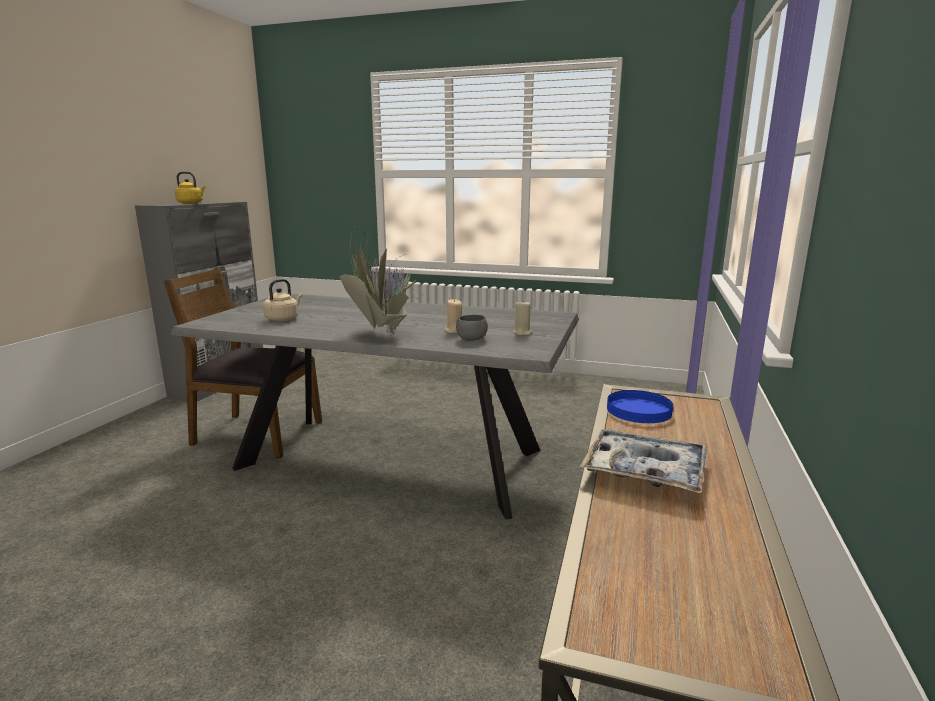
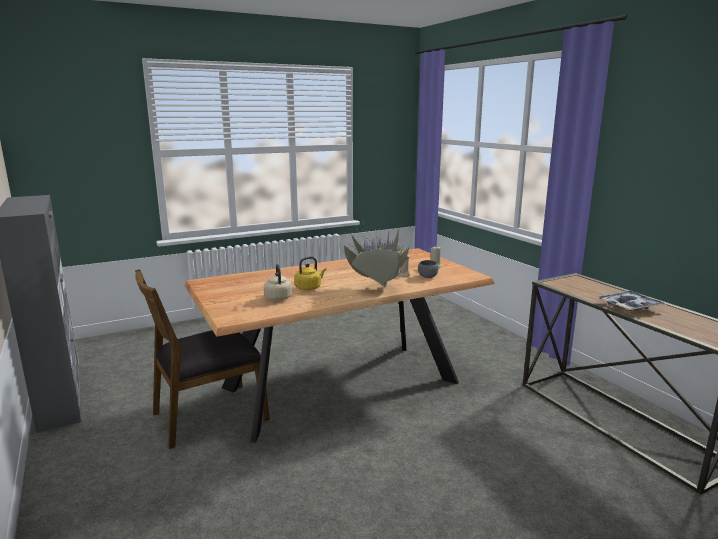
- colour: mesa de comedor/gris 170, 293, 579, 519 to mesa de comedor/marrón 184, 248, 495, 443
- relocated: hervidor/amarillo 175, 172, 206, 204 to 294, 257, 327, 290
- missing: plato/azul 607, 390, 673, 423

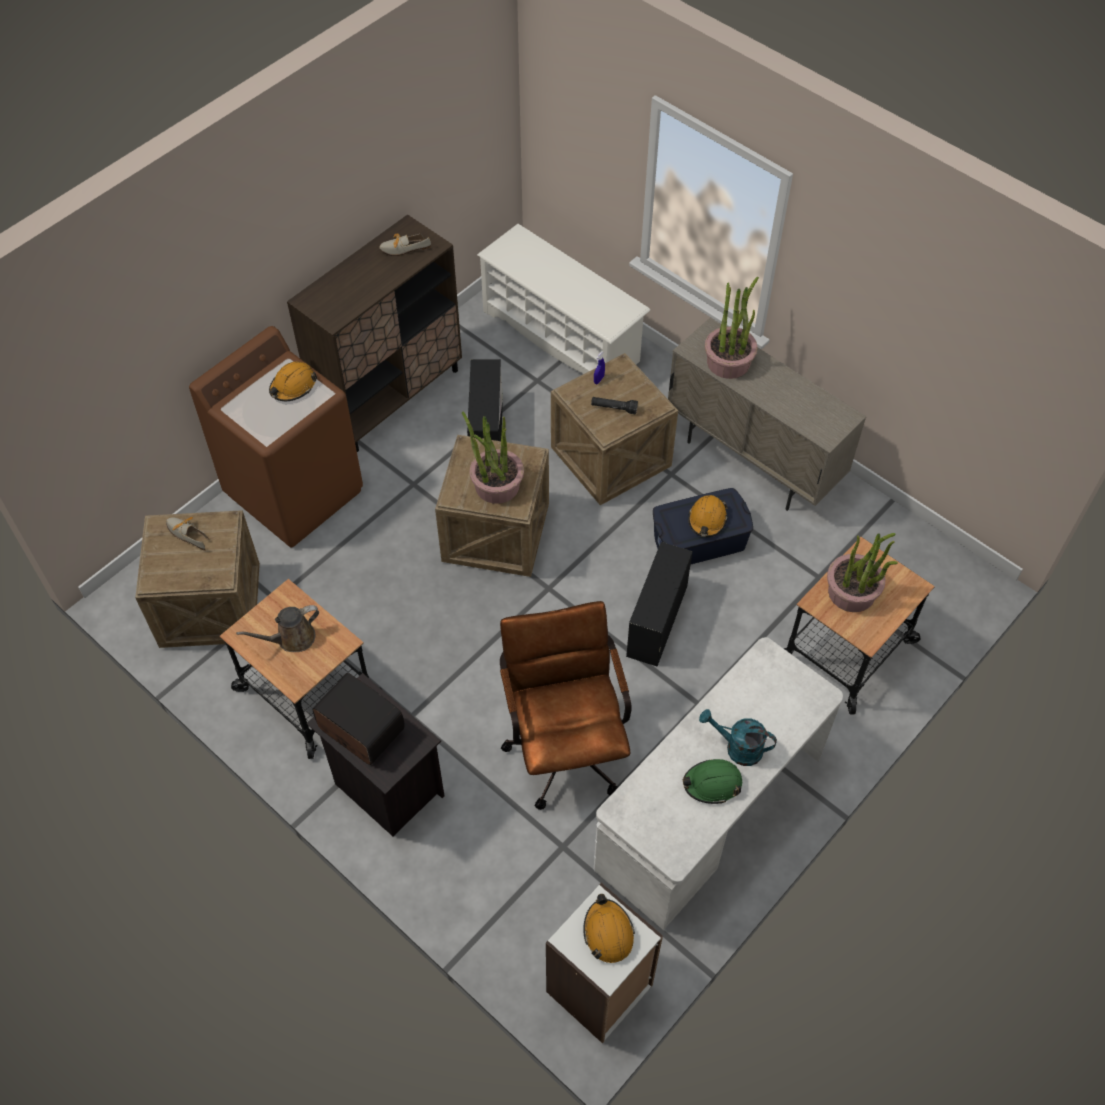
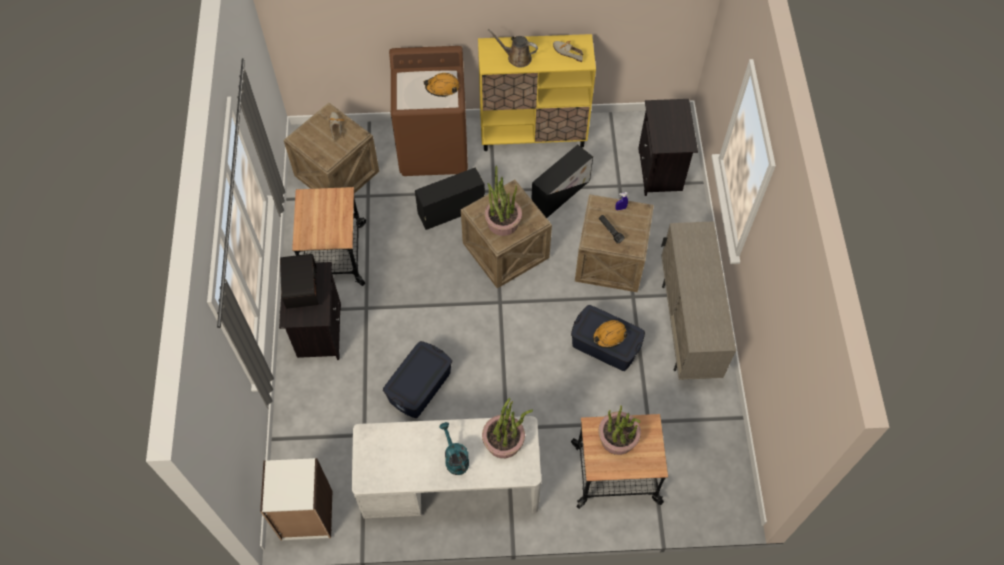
- relocated: regadera/marrón 236, 605, 319, 652 to 488, 29, 538, 68
- colour: armario/marrón 287, 214, 462, 452 to armario/amarillo 478, 34, 596, 151
- exchanged: zapatero/blanco 477, 224, 650, 374 to mesita de noche/negro 638, 99, 698, 196
- exchanged: silla de oficina/marrón 500, 601, 632, 810 to caja de almacenaje/azul 383, 341, 452, 418
- missing: casco/naranja 583, 894, 635, 963
- relocated: caja de almacenaje/negro 626, 542, 693, 667 to 415, 167, 485, 230
- missing: casco/verde 682, 759, 742, 804
- relocated: planta en maceta 705, 277, 759, 379 to 482, 398, 533, 458

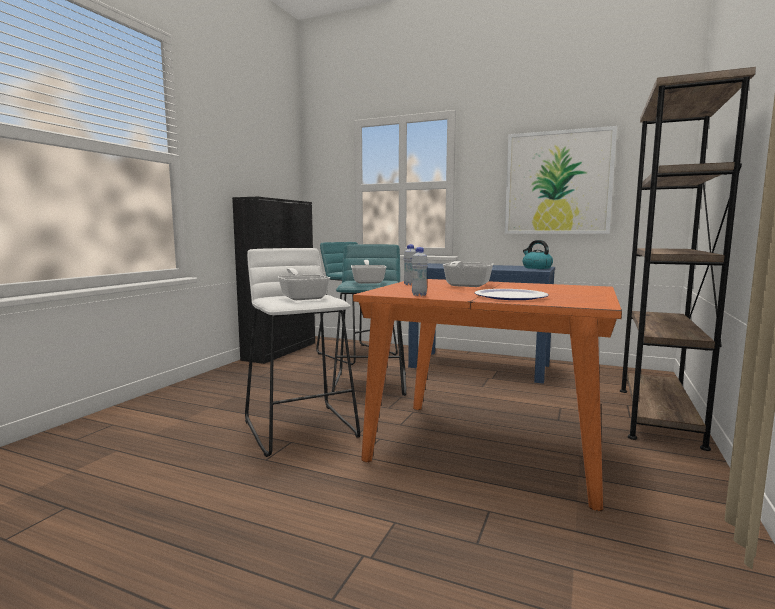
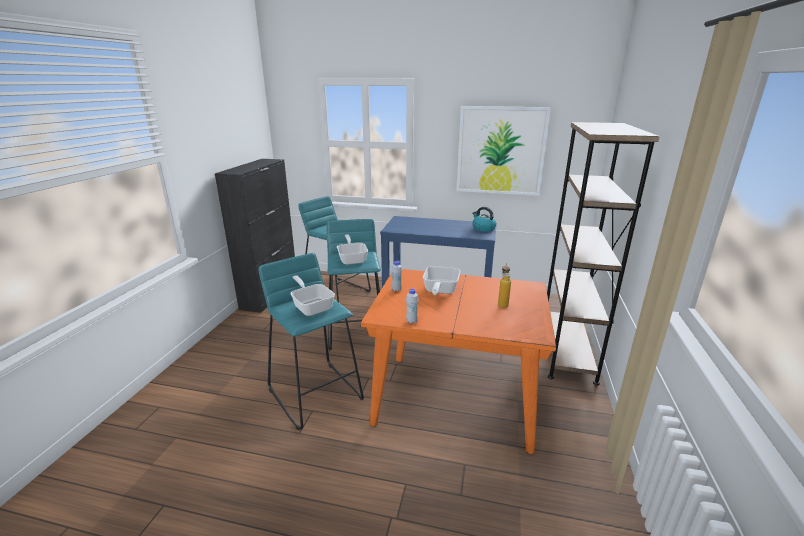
- colour: taburete/blanco 245, 248, 360, 457 to taburete/turquesa 258, 253, 364, 430
- missing: plato 475, 289, 549, 300
- appeared: botella 498, 263, 511, 308

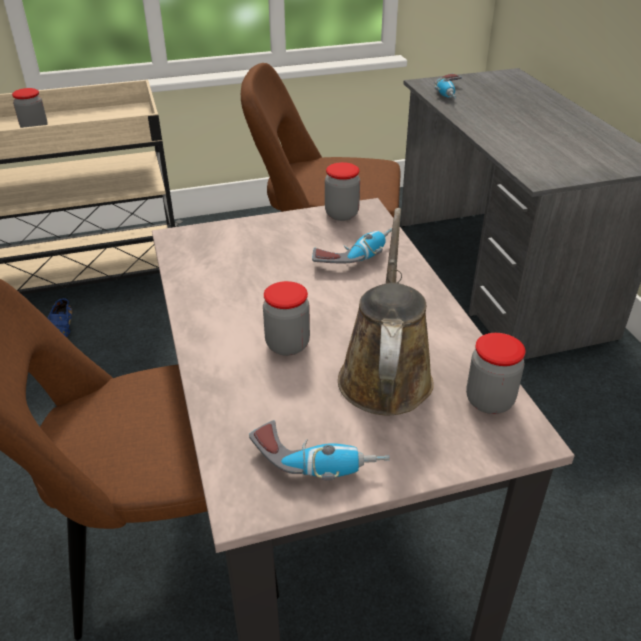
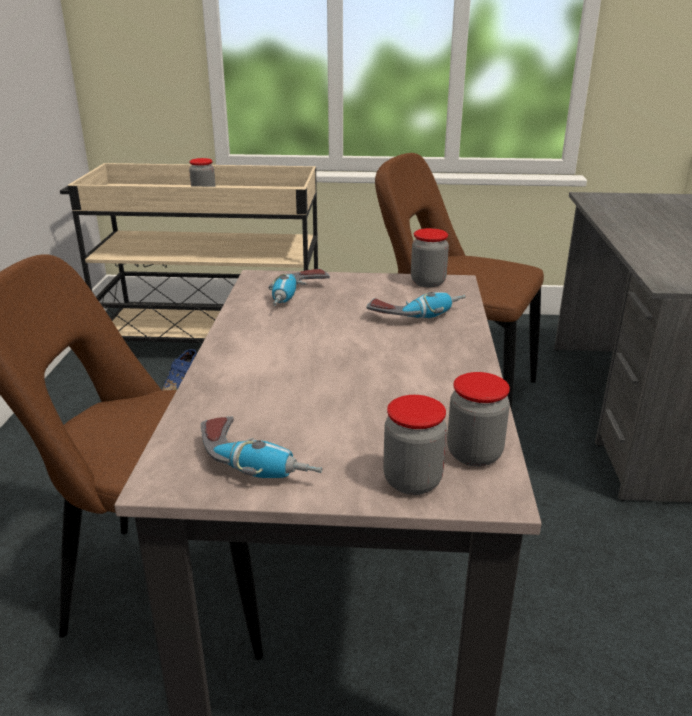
- relocated: tarro 263, 281, 310, 356 to 383, 395, 447, 495
- missing: regadera/marrón 338, 208, 434, 415
- relocated: taladro 435, 74, 462, 98 to 269, 269, 330, 306

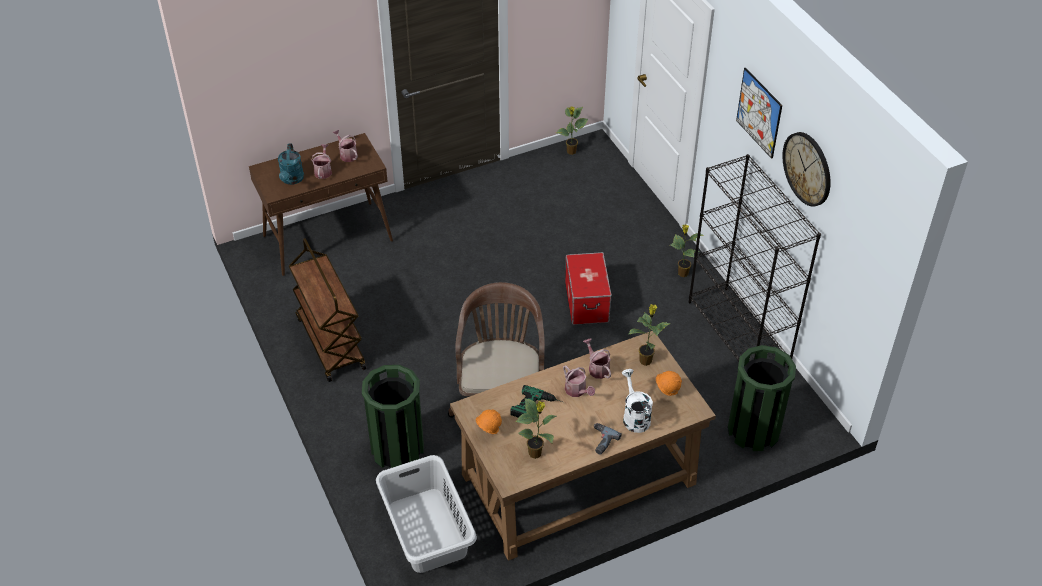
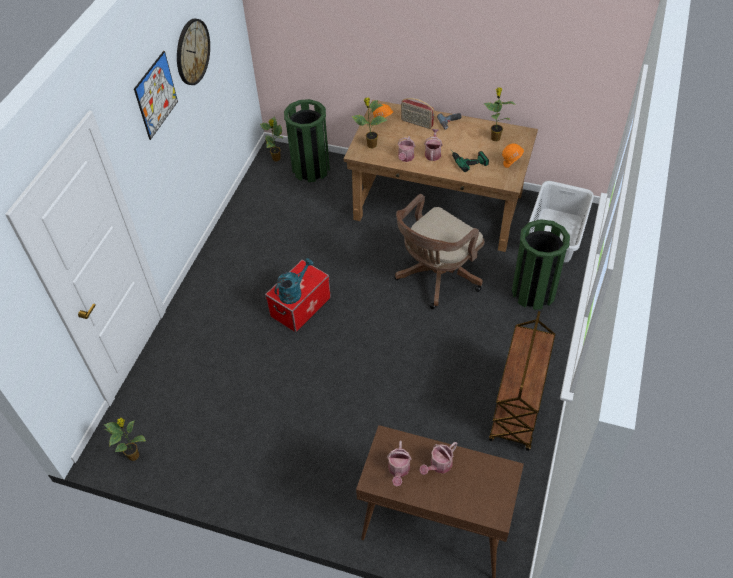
- relocated: regadera/turquesa 278, 144, 304, 185 to 274, 258, 314, 304
- exchanged: regadera/blanco 622, 369, 653, 433 to radio 401, 98, 434, 129
- relocated: planta en maceta 670, 224, 703, 277 to 260, 116, 284, 161
- missing: estantería/negro 689, 154, 821, 368

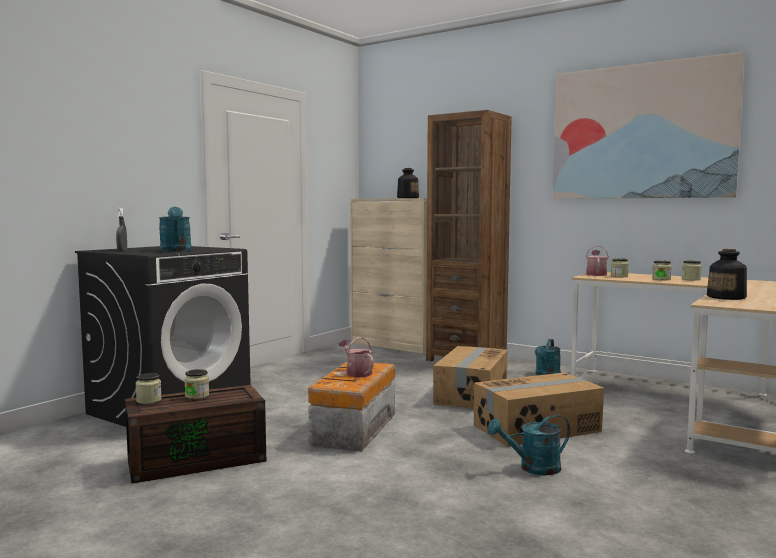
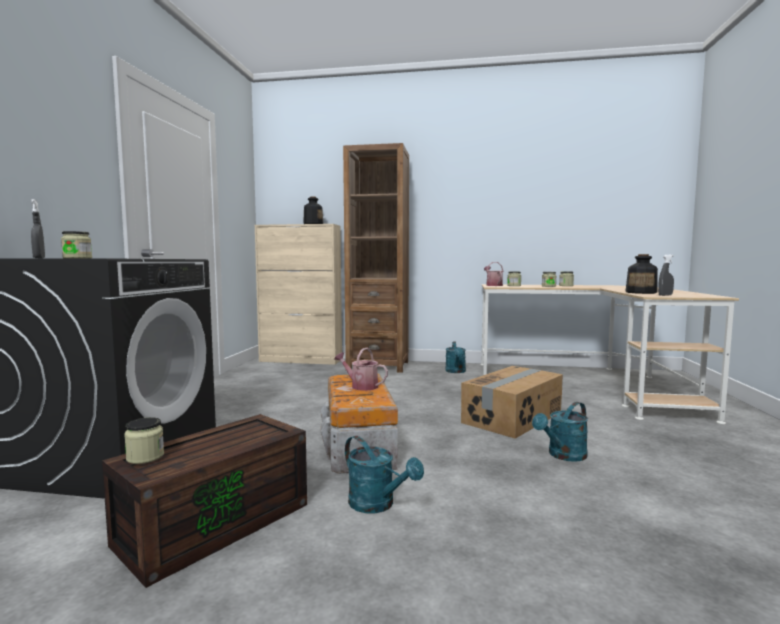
- relocated: regadera/turquesa 159, 207, 192, 252 to 345, 436, 424, 513
- relocated: tarro 184, 369, 209, 399 to 61, 231, 92, 258
- missing: caja de cartón 433, 346, 508, 409
- missing: cuadro 553, 51, 745, 199
- appeared: pulverizador/gris 658, 255, 674, 296

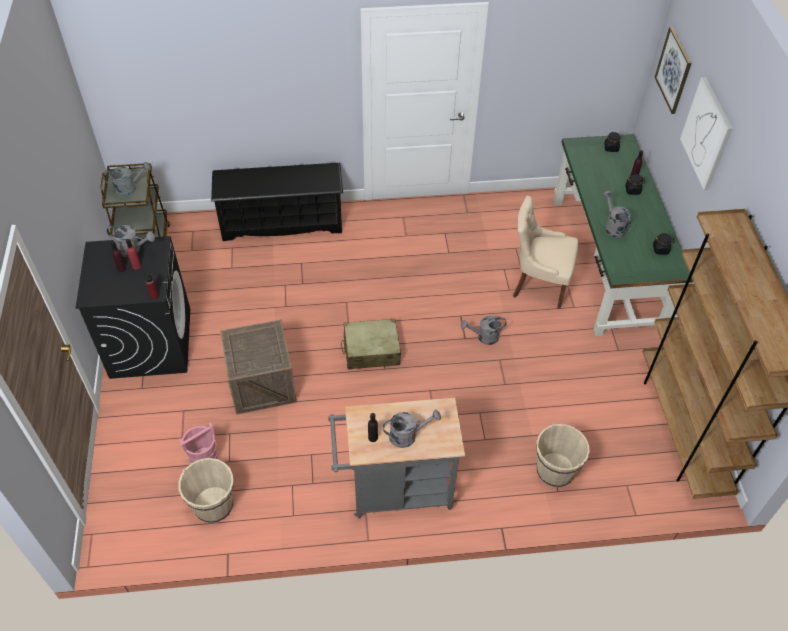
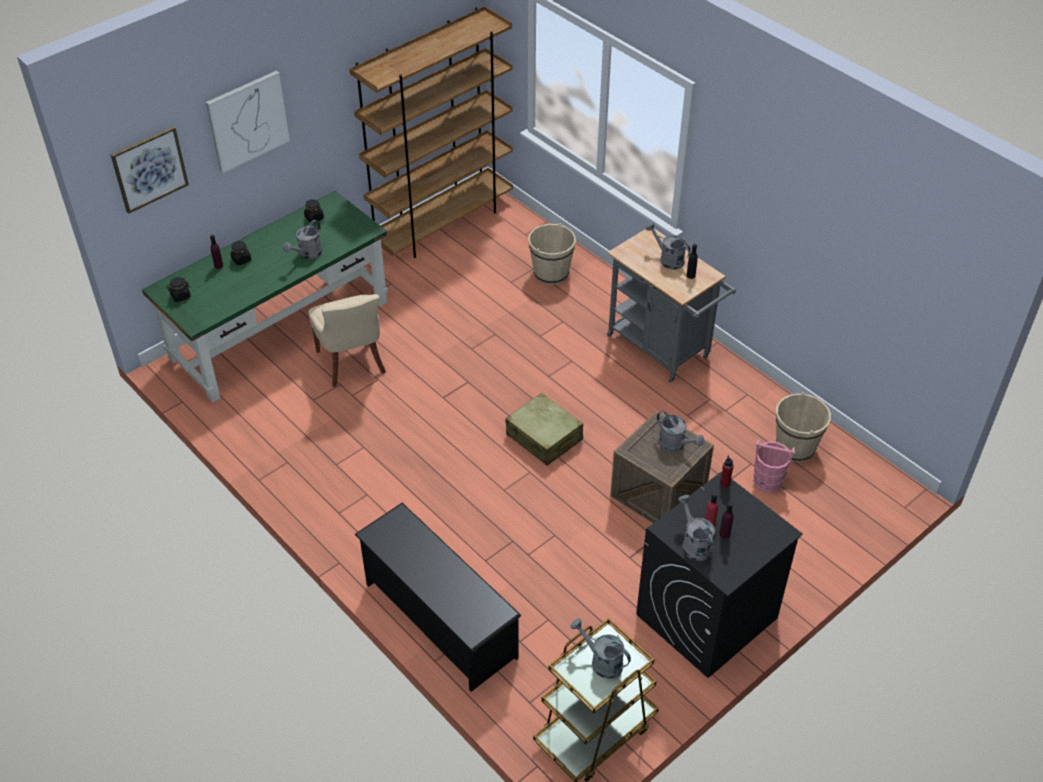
- relocated: regadera/gris 461, 316, 506, 345 to 657, 411, 704, 452

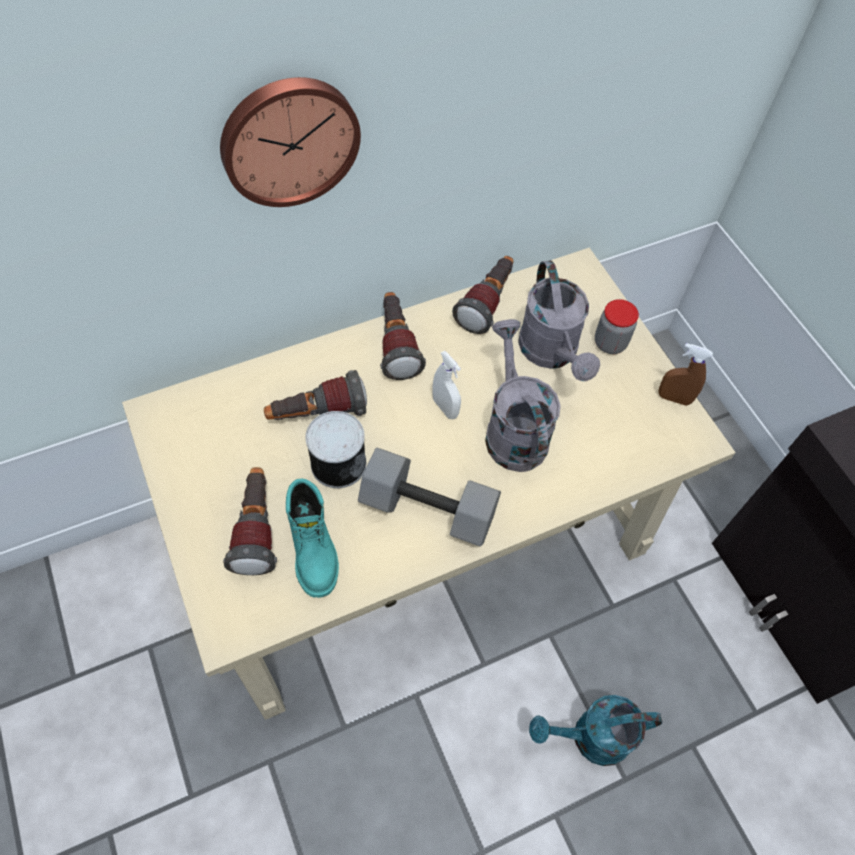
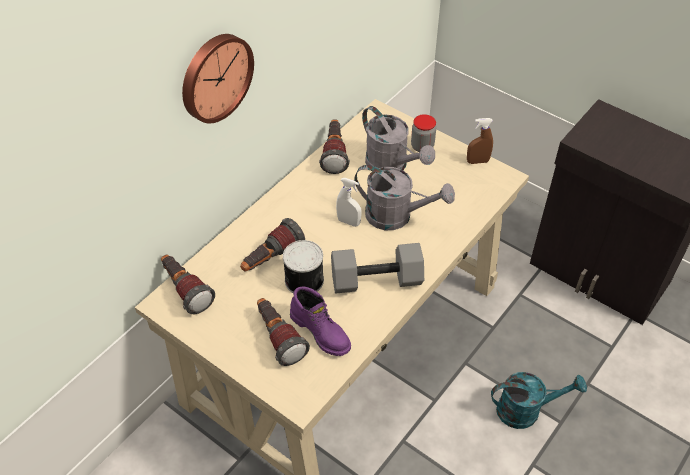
- colour: bota/turquesa 286, 479, 339, 598 to bota/morado 290, 286, 351, 356
- relocated: linterna 380, 292, 426, 380 to 161, 254, 215, 314
- spun: regadera/gris 485, 319, 561, 472 = 354, 165, 455, 230 150 degrees clockwise
- spun: regadera/turquesa 529, 695, 662, 766 = 491, 372, 587, 429 150 degrees counterclockwise

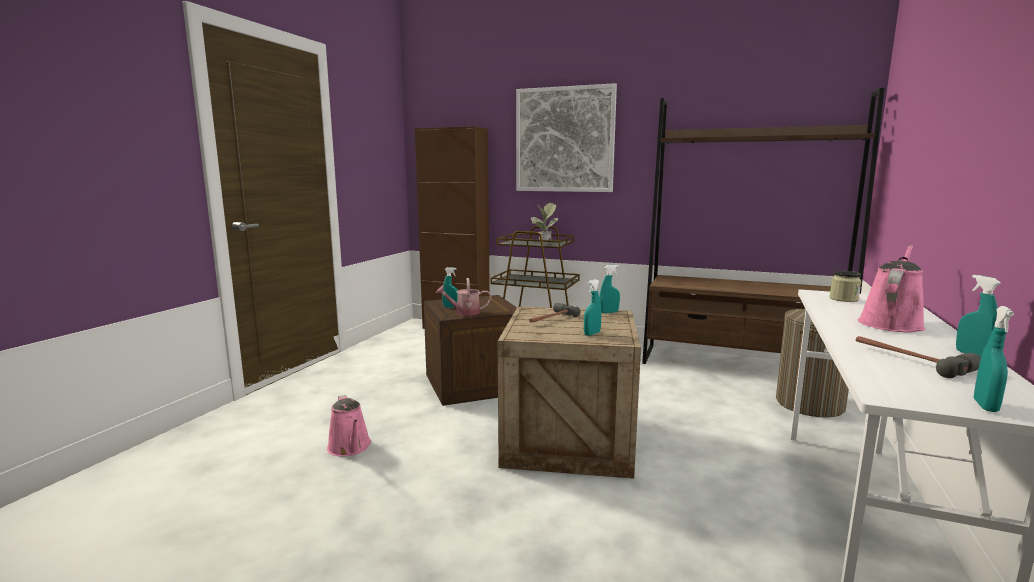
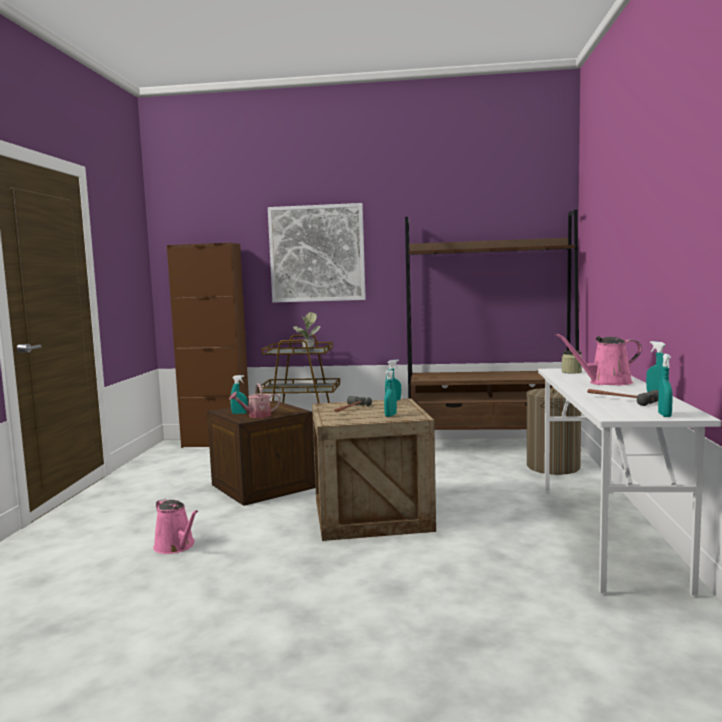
- spun: regadera/rosa 858, 245, 926, 332 = 556, 334, 642, 385 120 degrees counterclockwise

